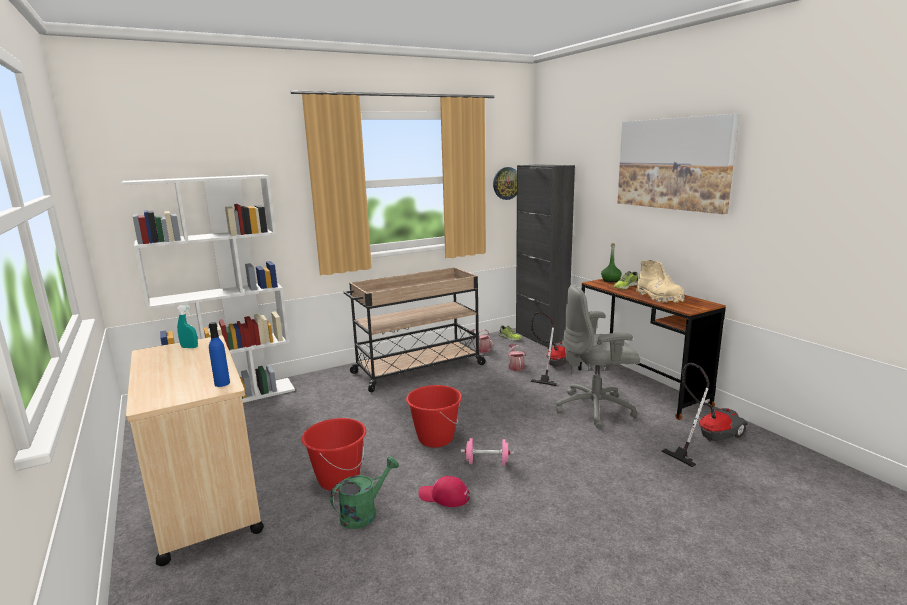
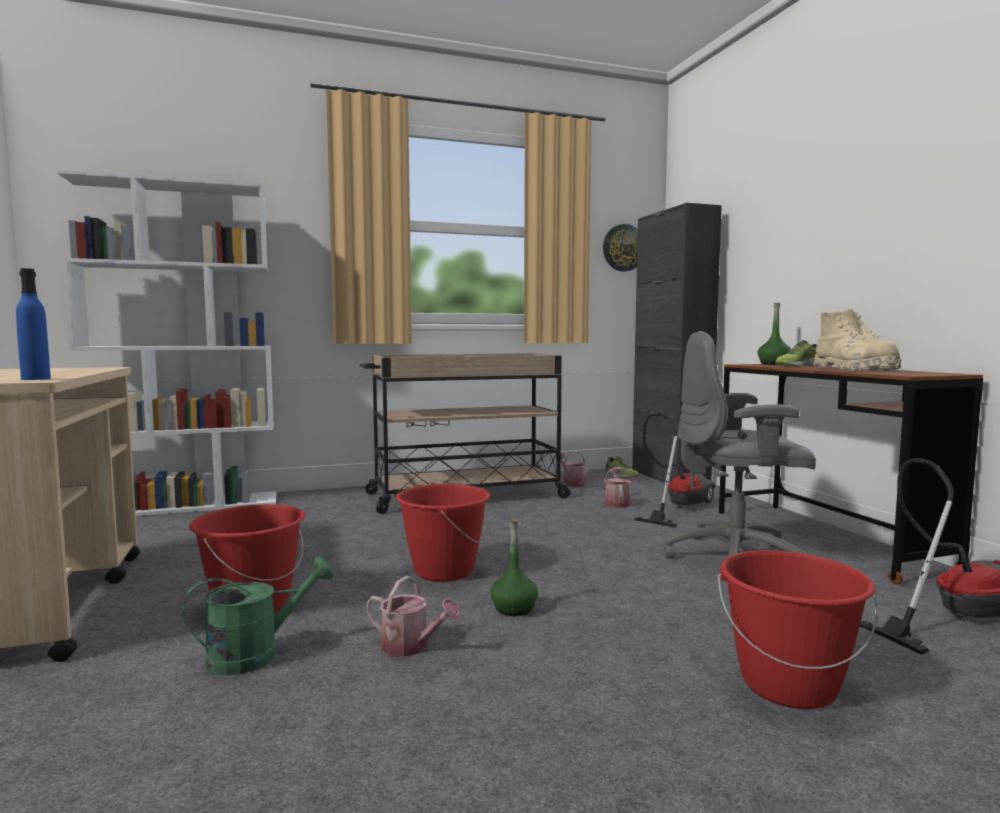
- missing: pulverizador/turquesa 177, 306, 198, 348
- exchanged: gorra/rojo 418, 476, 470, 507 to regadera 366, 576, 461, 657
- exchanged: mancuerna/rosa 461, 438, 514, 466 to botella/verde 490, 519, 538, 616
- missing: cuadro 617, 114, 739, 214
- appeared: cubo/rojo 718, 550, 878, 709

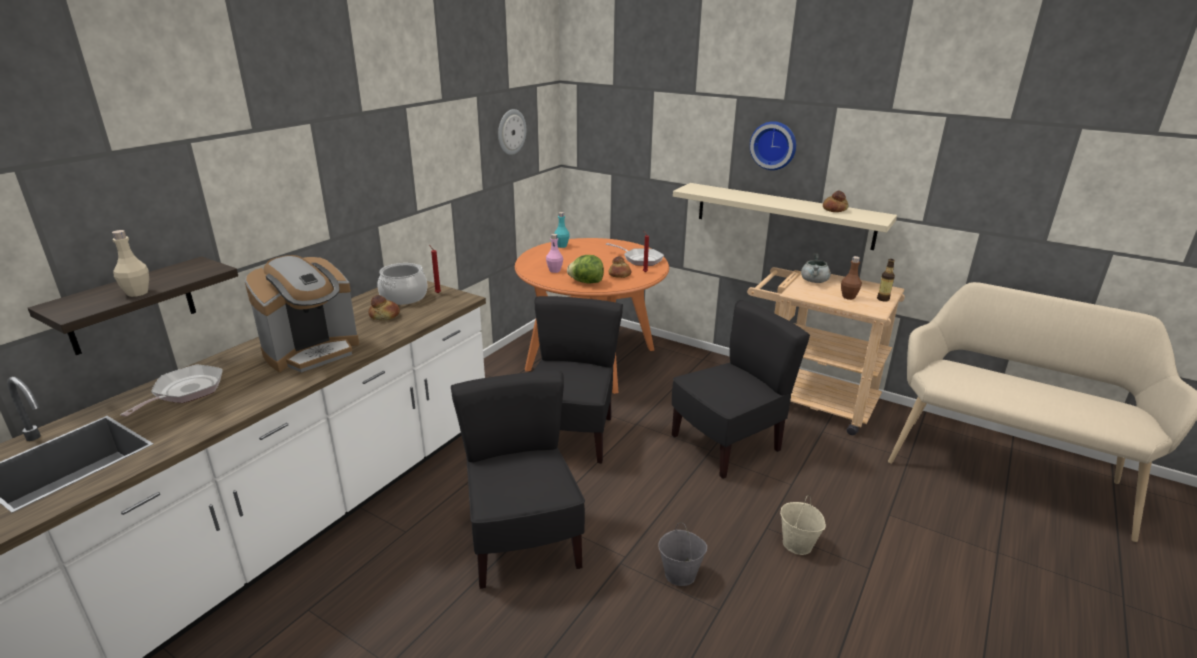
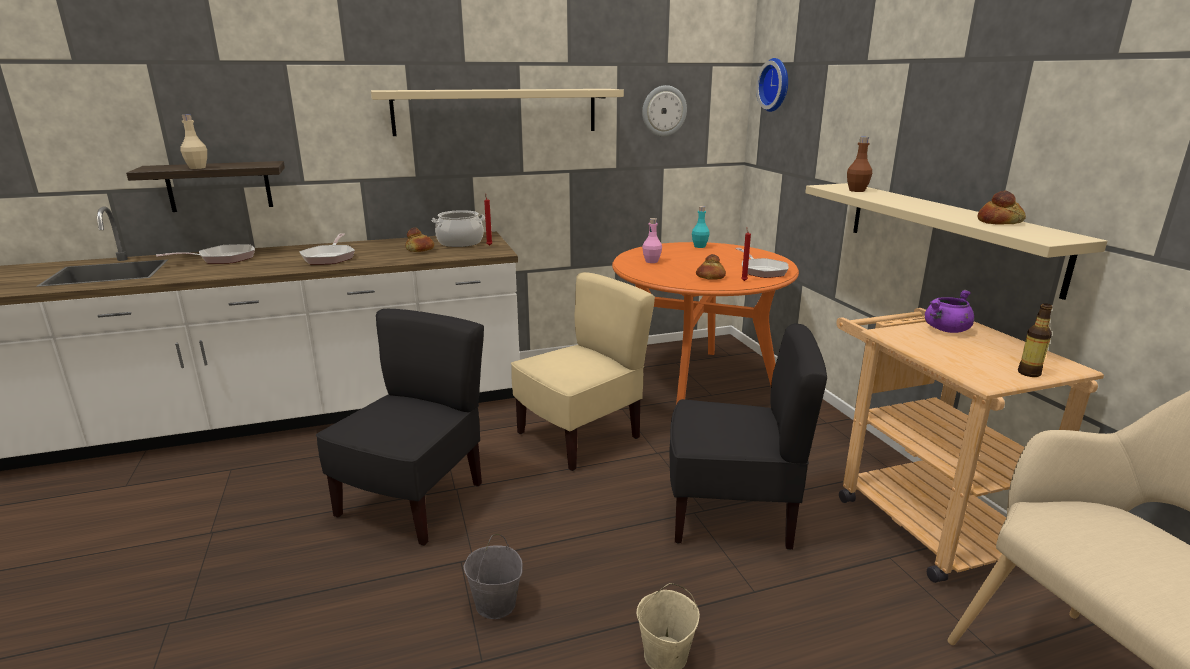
- exchanged: cafetera 245, 255, 359, 373 to sartén 299, 233, 355, 265
- colour: silla/negro 533, 296, 623, 464 to silla/beis 511, 272, 655, 471
- missing: lechuga 567, 255, 604, 283
- relocated: reloj de pared 750, 121, 796, 170 to 756, 58, 788, 112
- colour: olla/gris 801, 253, 831, 283 to olla/morado 925, 290, 974, 333
- relocated: botella/marrón 841, 256, 862, 300 to 847, 137, 872, 192
- appeared: estante/beis 371, 89, 624, 136

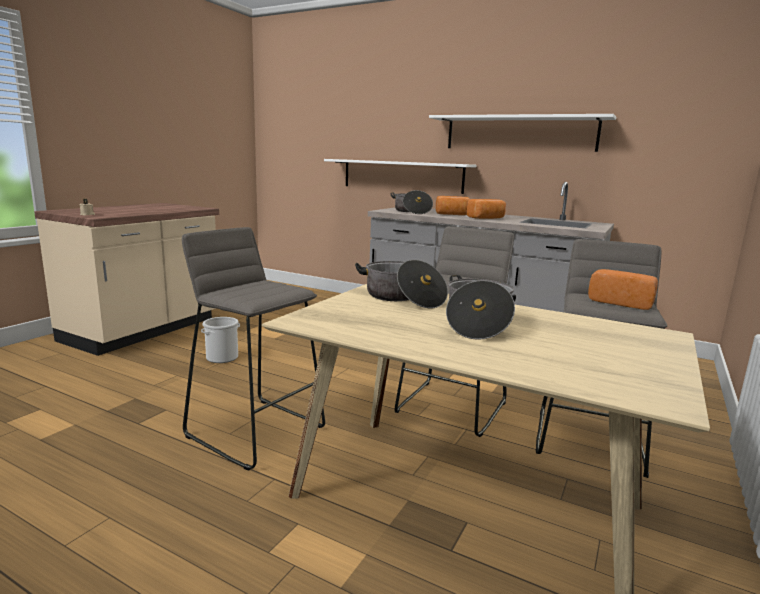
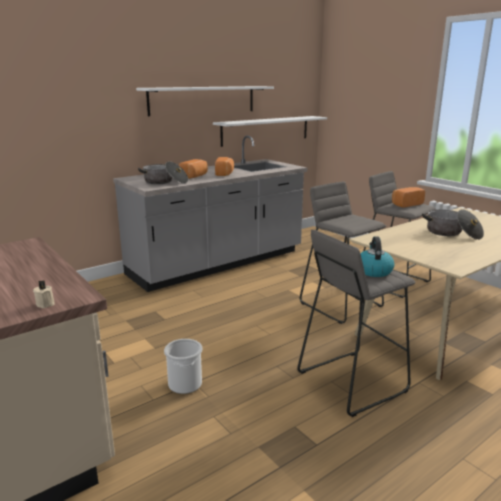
- relocated: estante/blanco 324, 159, 476, 194 to 213, 116, 327, 147
- missing: olla 355, 260, 448, 308
- appeared: hervidor 360, 236, 394, 277

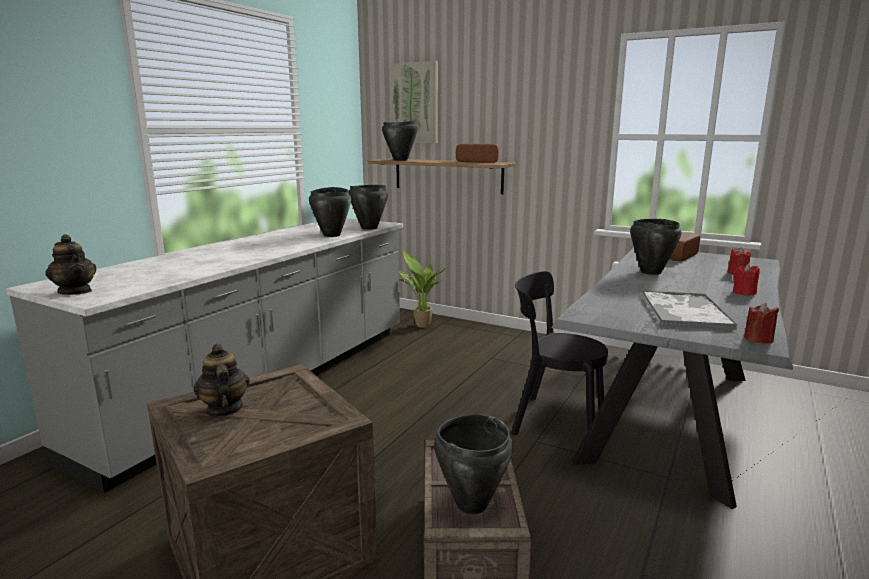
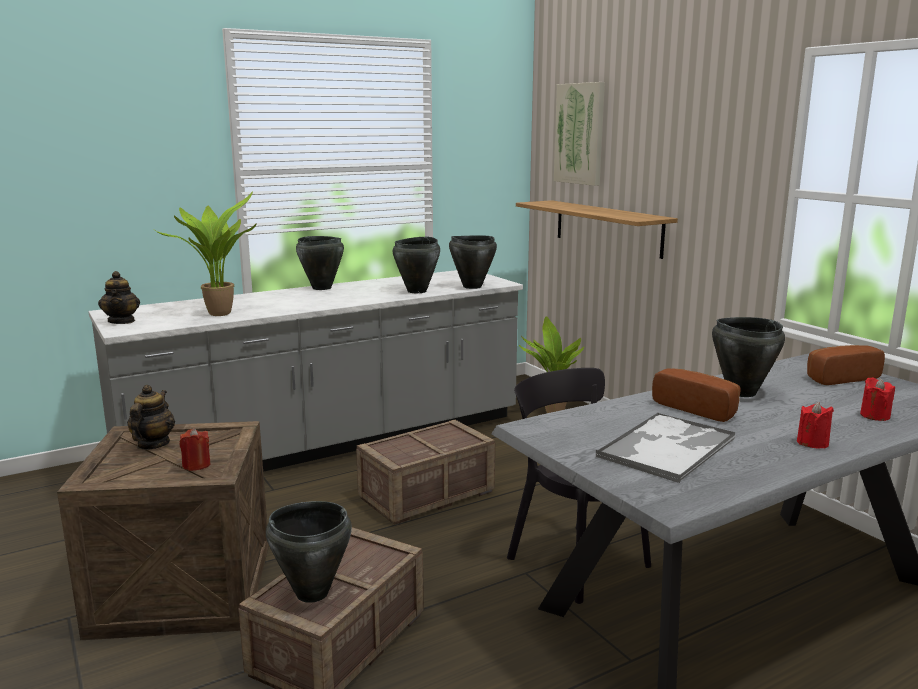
- relocated: olla/negro 382, 121, 418, 161 to 296, 236, 344, 290
- relocated: pan 456, 144, 499, 163 to 652, 368, 741, 422
- relocated: vela/rojo 744, 303, 779, 344 to 180, 428, 211, 471
- appeared: planta en maceta 155, 191, 257, 316
- appeared: caja de embalaje 356, 420, 495, 525

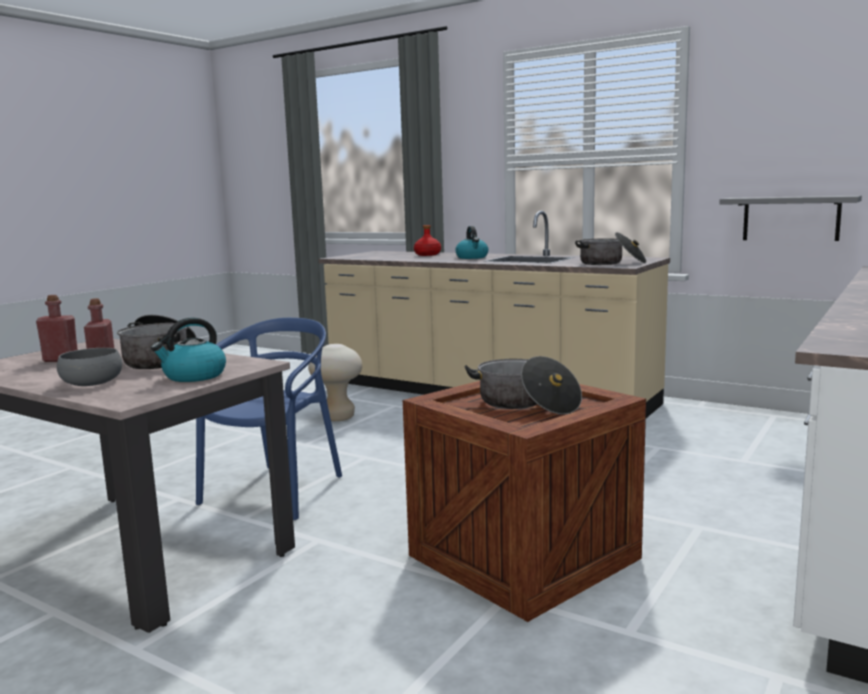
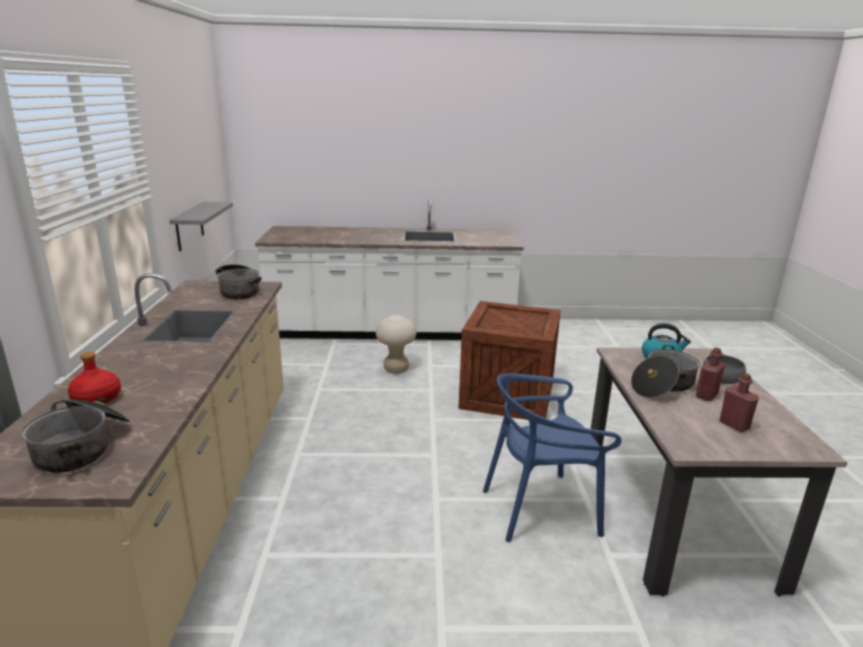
- relocated: taburete/beis 308, 344, 362, 421 to 376, 315, 417, 374
- missing: hervidor 455, 226, 489, 259
- relocated: olla 464, 356, 582, 415 to 21, 398, 130, 473

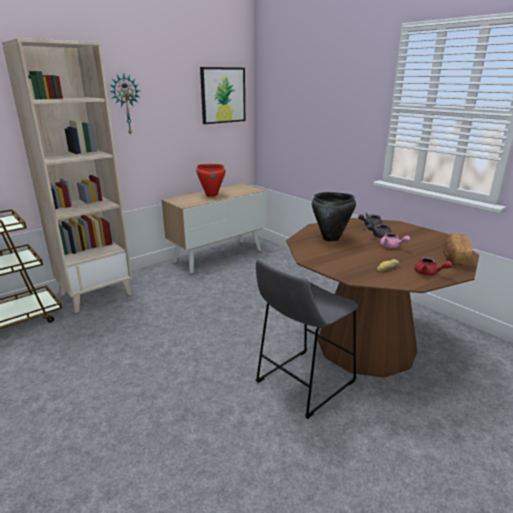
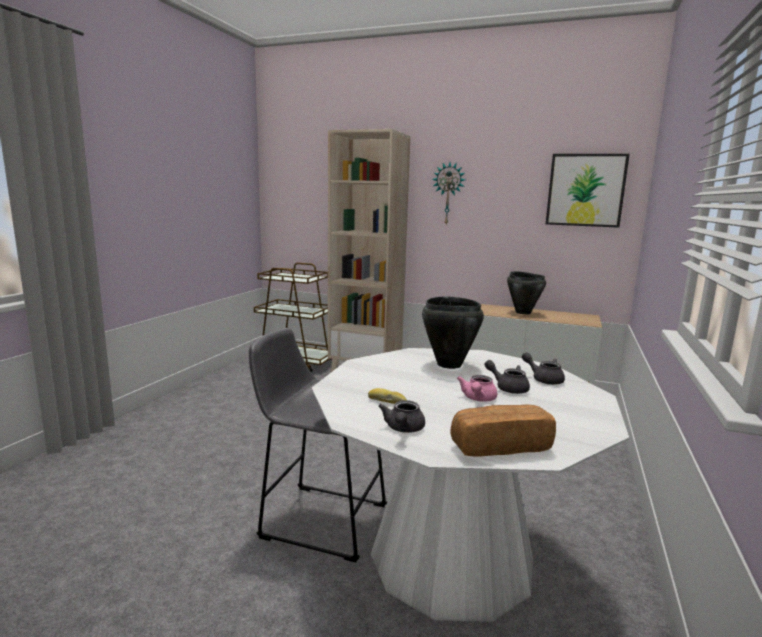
- colour: olla/rojo 196, 164, 225, 197 to olla/negro 507, 271, 546, 314
- colour: mesa de comedor/marrón 286, 218, 479, 378 to mesa de comedor/blanco 312, 348, 629, 622
- colour: tetera/rojo 414, 257, 452, 275 to tetera/gris 378, 400, 425, 433

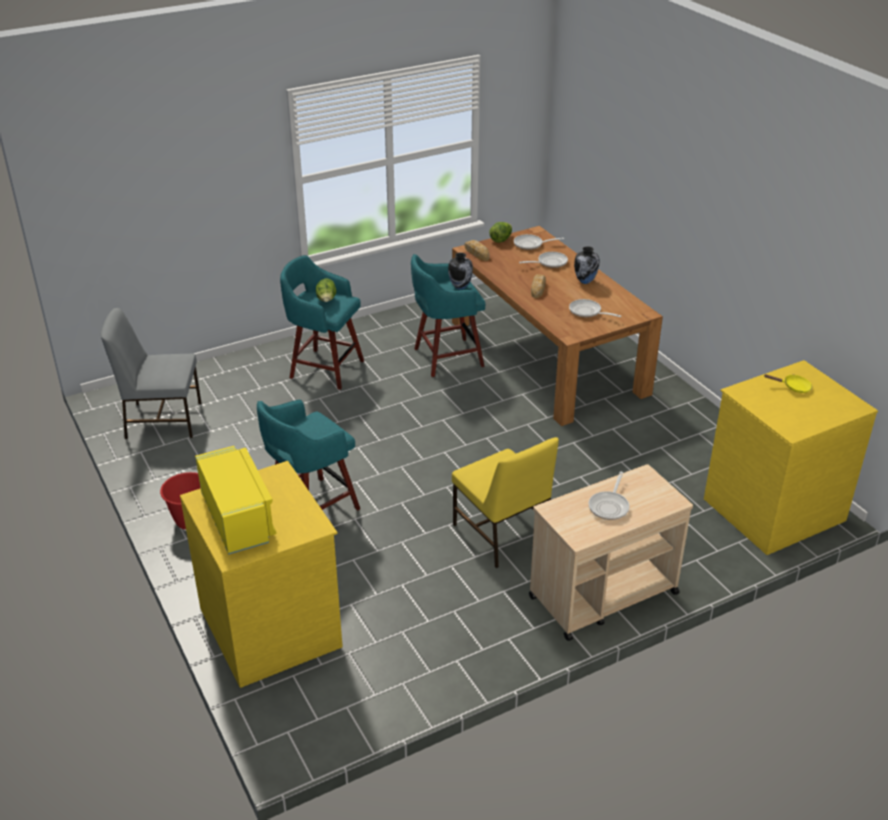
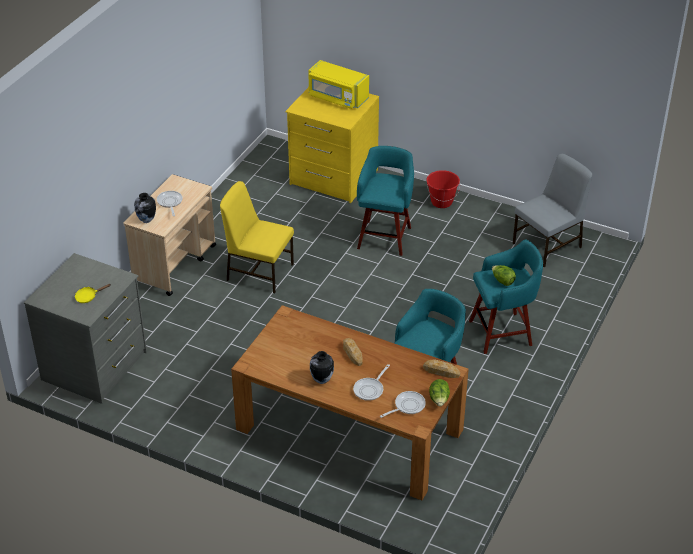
- relocated: florero 448, 253, 473, 290 to 134, 193, 156, 223
- missing: sartén 569, 299, 621, 318
- colour: cómoda/amarillo 704, 360, 878, 555 to cómoda/gris 24, 253, 147, 404

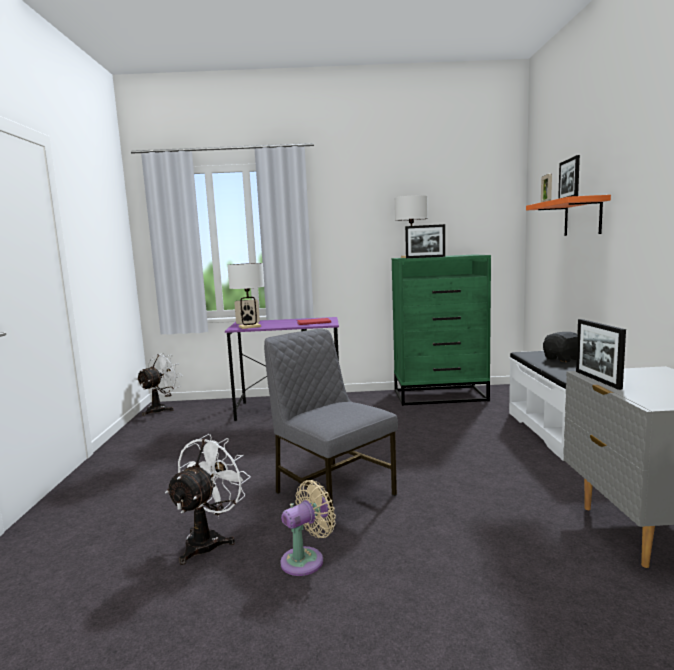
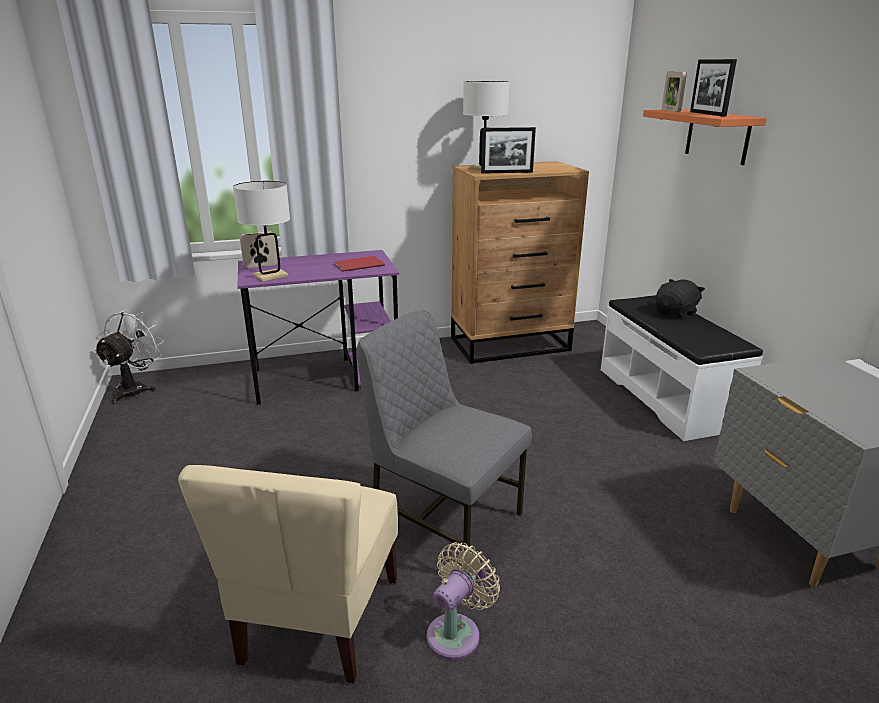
- exchanged: ventilador/blanco 165, 434, 251, 565 to silla/beis 178, 465, 398, 683
- colour: cómoda/verde 391, 254, 491, 406 to cómoda/marrón 451, 161, 589, 364
- missing: portarretratos 576, 319, 626, 390

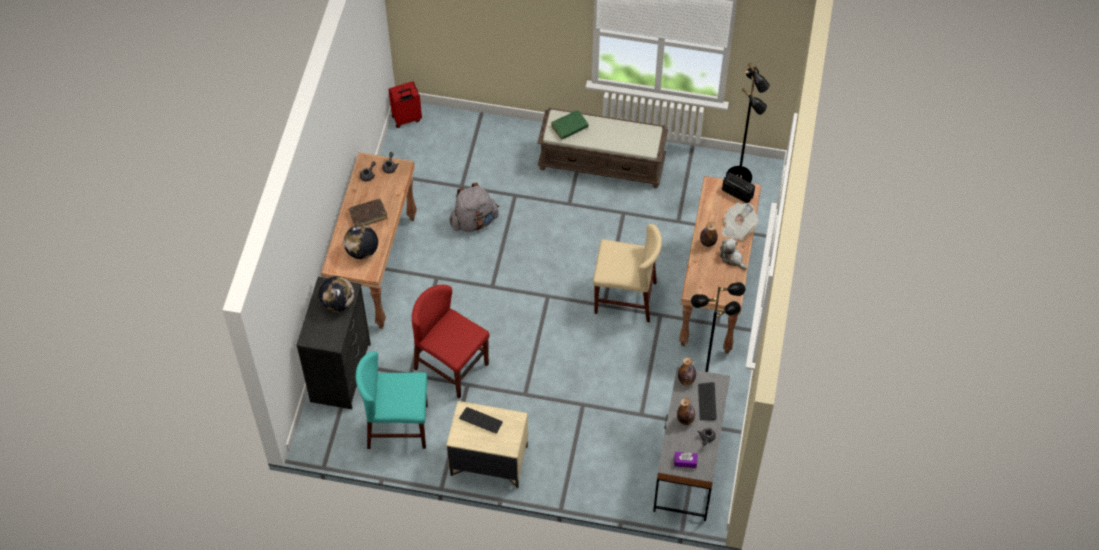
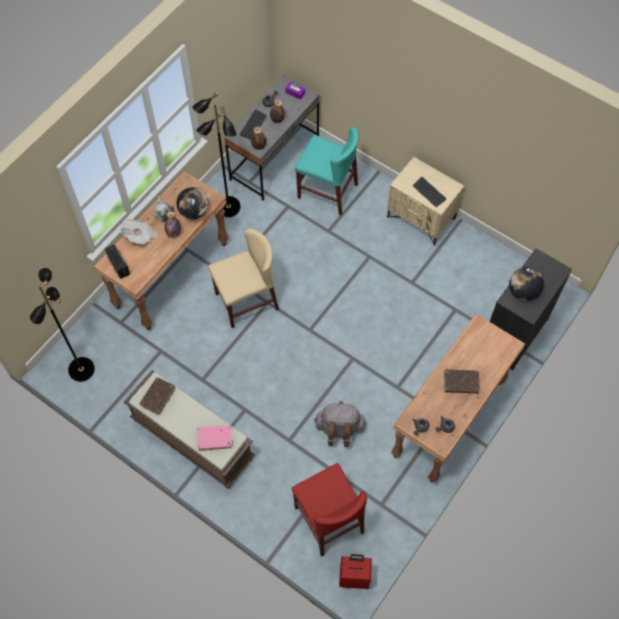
- relocated: globo terráqueo 344, 225, 378, 259 to 177, 187, 209, 219
- relocated: silla/turquesa 356, 351, 428, 449 to 295, 127, 359, 215
- relocated: silla/rojo 412, 285, 489, 398 to 292, 463, 367, 557
- colour: libro/verde 551, 110, 589, 140 to libro/rosa 197, 425, 232, 451
- spun: silla/beis 593, 224, 662, 322 = 208, 229, 279, 328 120 degrees clockwise
- appeared: libro/marrón 139, 377, 176, 415

